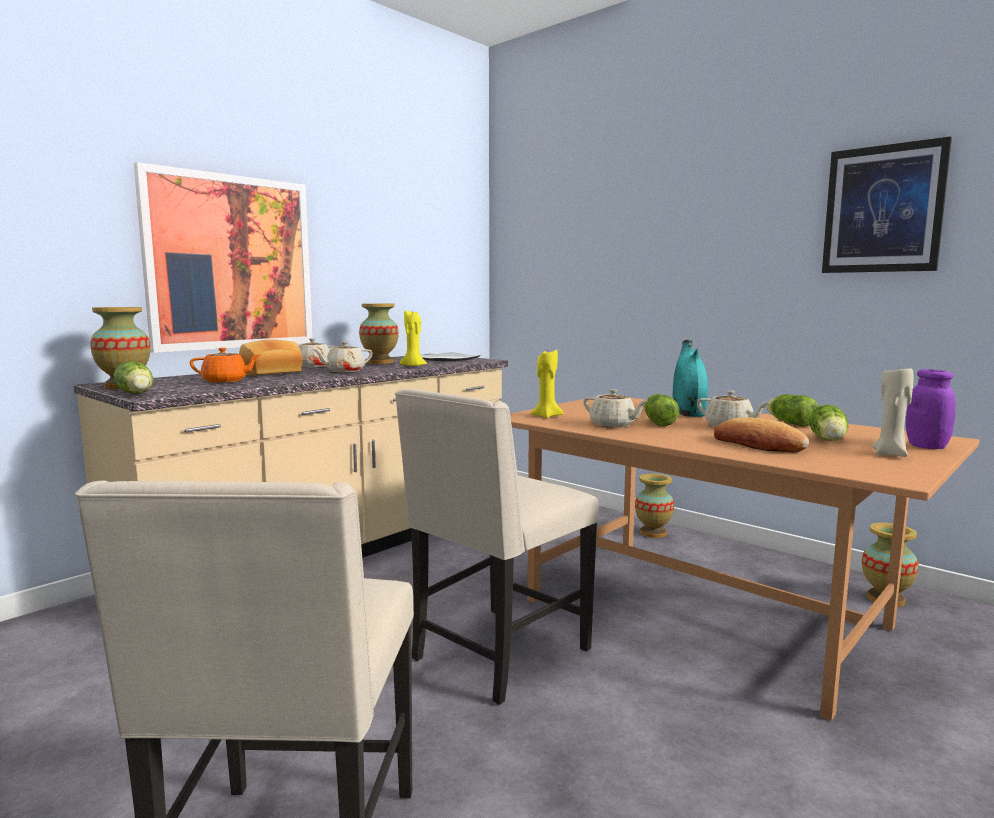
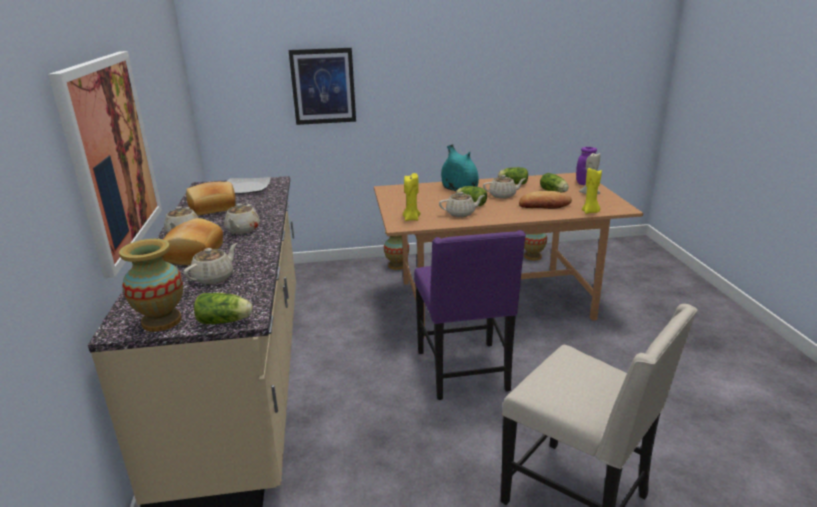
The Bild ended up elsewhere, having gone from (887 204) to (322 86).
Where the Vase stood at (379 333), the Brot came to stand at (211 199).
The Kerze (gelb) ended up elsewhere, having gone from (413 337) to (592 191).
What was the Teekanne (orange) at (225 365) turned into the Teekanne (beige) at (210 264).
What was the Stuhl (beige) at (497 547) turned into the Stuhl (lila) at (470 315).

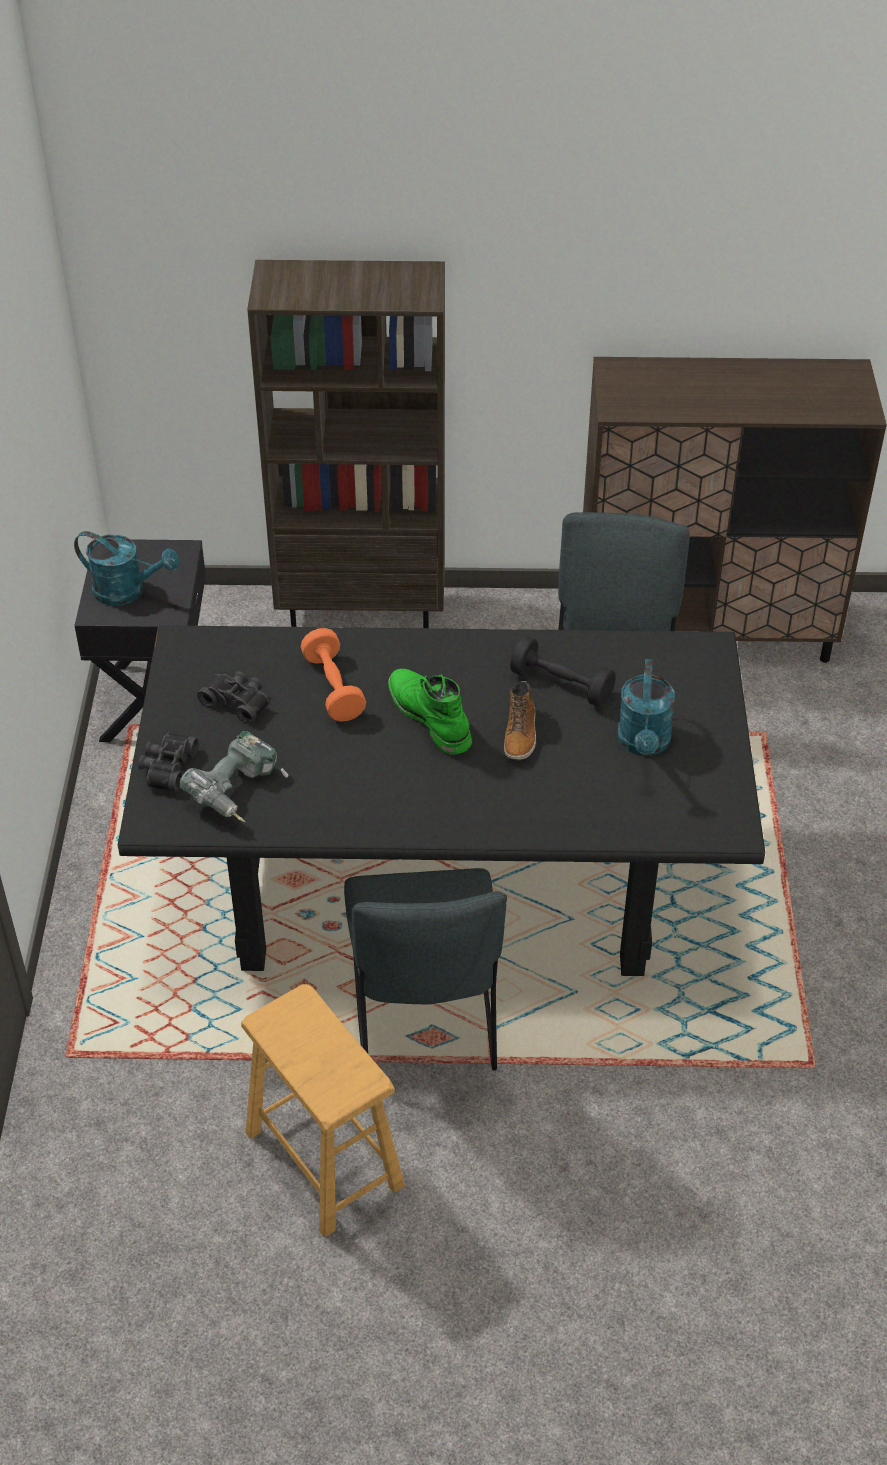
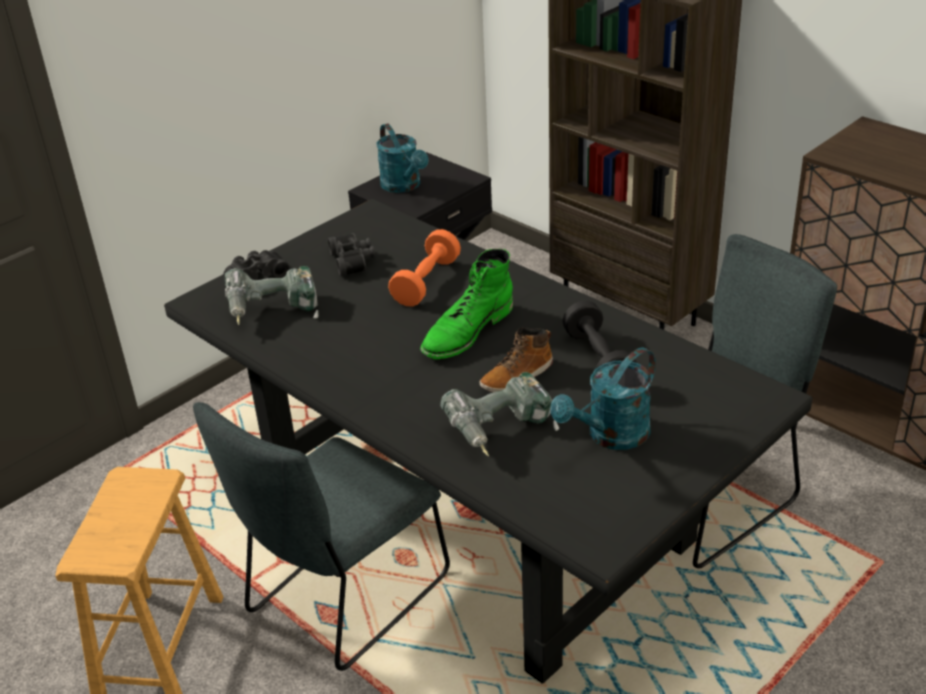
The Stiefel (grün) at (430 711) ended up facing another way, 150 degrees counterclockwise from before.
The second view gained the Bohrmaschine at (499 414).

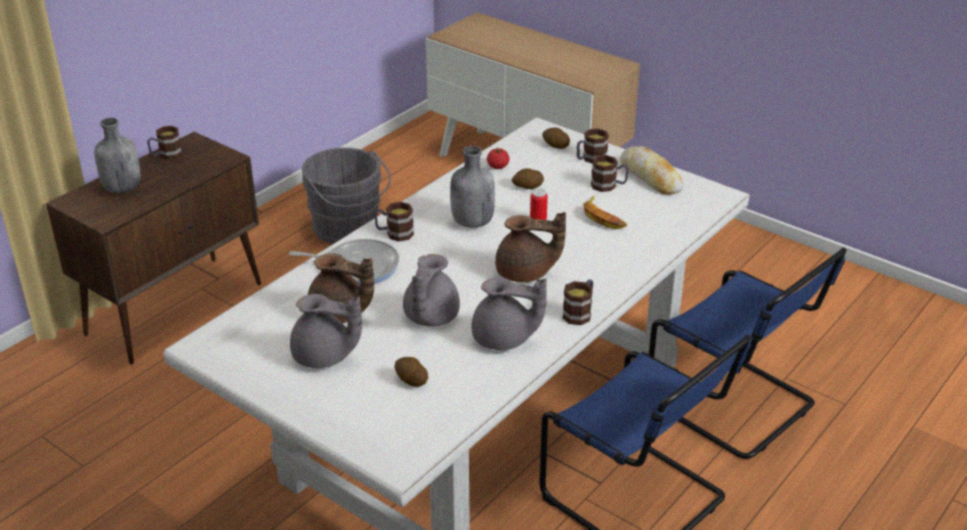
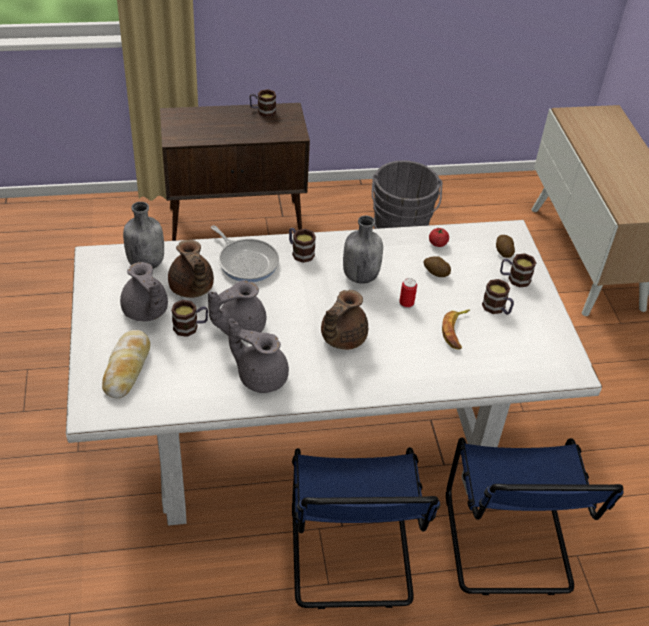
The Flasche (grau) ended up elsewhere, having gone from (117 155) to (143 235).
The Brot ended up elsewhere, having gone from (651 170) to (126 364).
The Teekanne (braun) at (530 247) ended up facing another way, 75 degrees clockwise from before.
The Teekanne (grau) at (509 313) ended up facing another way, 150 degrees clockwise from before.
The Henkelbecher ended up elsewhere, having gone from (578 302) to (189 318).
The second view lost the Kartoffel at (411 372).

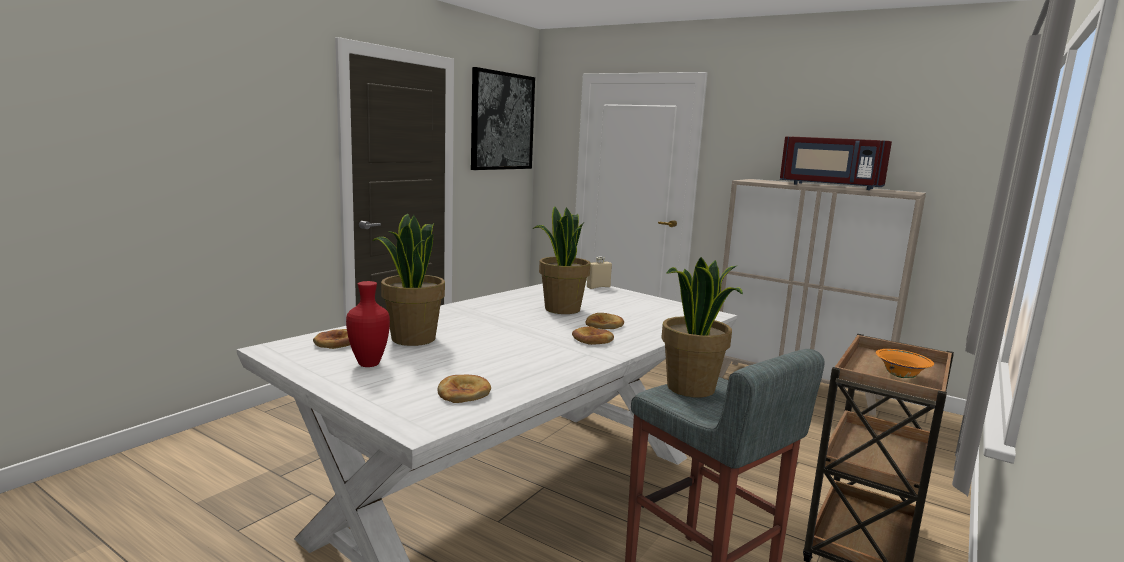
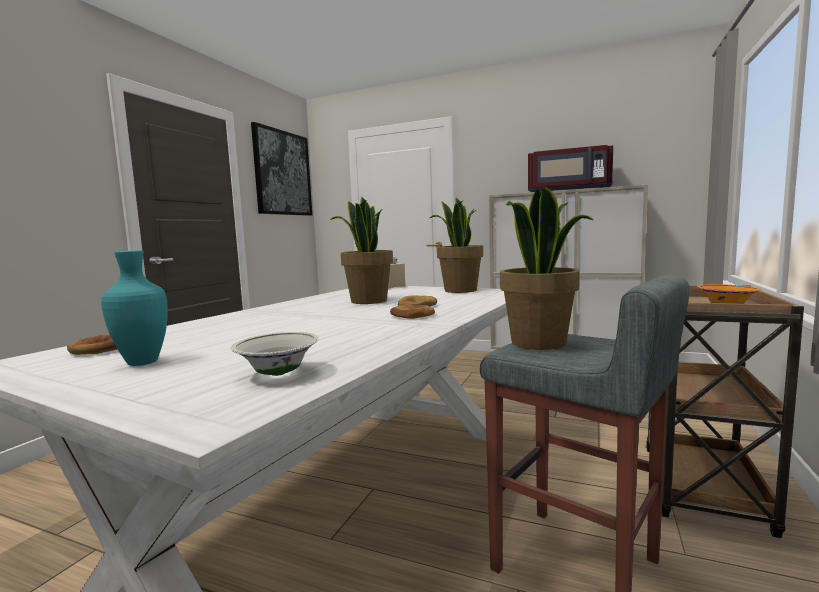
The Topfpflanze ended up elsewhere, having gone from (408 280) to (456 245).
What was the Vase (rot) at (368 324) turned into the Vase (türkis) at (134 308).
Where the Brot stood at (464 389), the Schüssel (weiß) came to stand at (274 354).

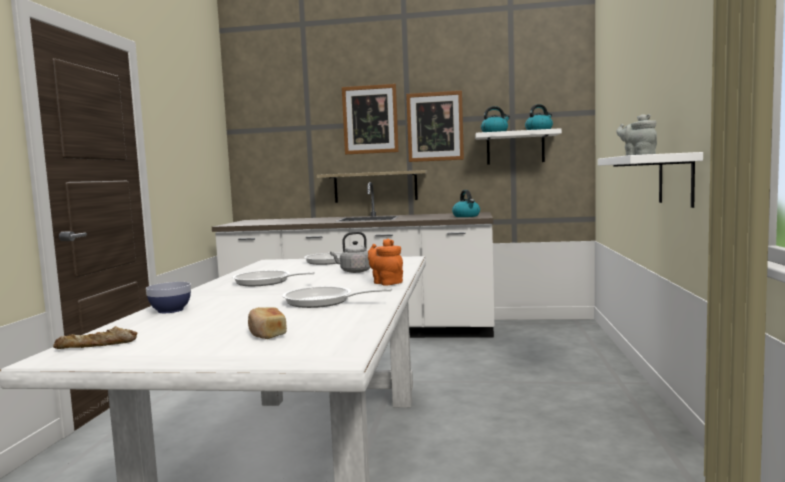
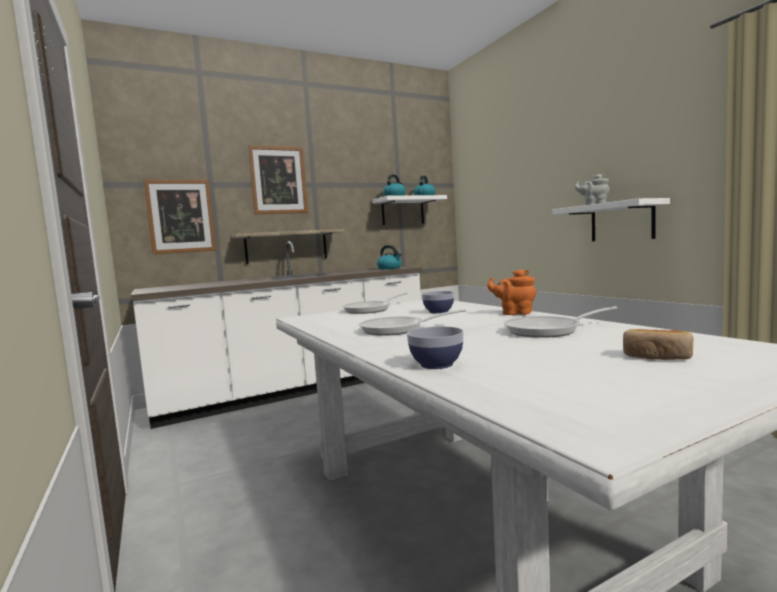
The Bild ended up elsewhere, having gone from (435 126) to (180 216).
Where the Wasserkessel (grau) stood at (350 252), the Schüssel came to stand at (438 302).
The second view lost the Brot at (95 337).

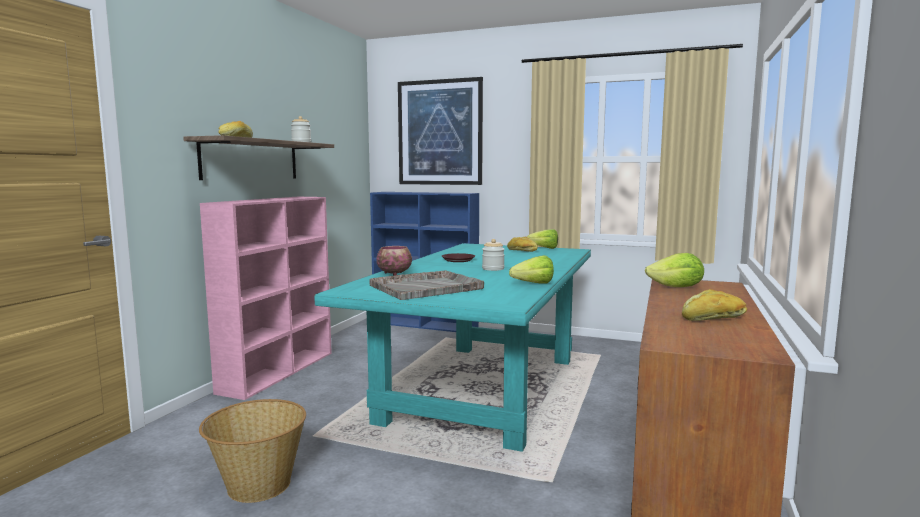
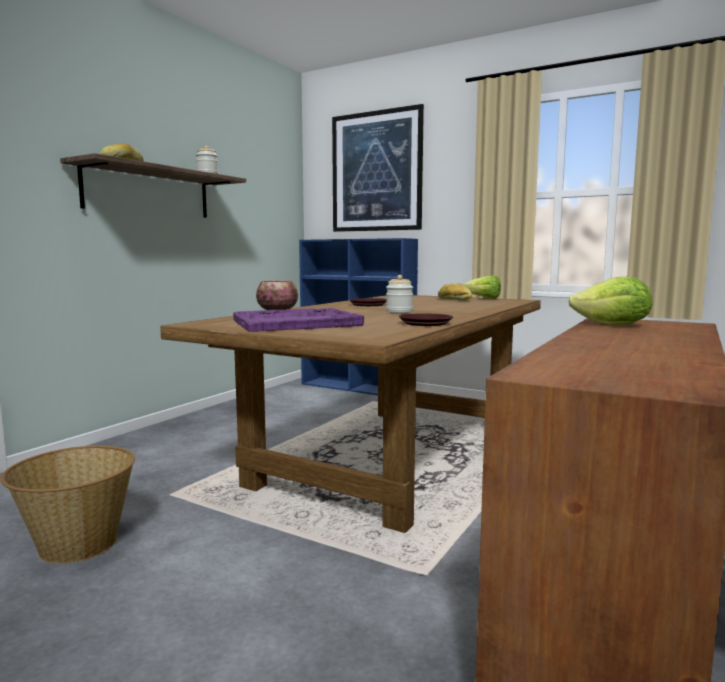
The second view lost the Bücherregal (rosa) at (266 298).
What was the Esstisch (türkis) at (452 347) turned into the Esstisch (braun) at (350 414).
Where the Salatkopf stood at (531 269), the Teller (braun) came to stand at (426 319).
What was the Tablett (grau) at (426 285) turned into the Tablett (lila) at (298 320).
The second view lost the Brot at (714 305).

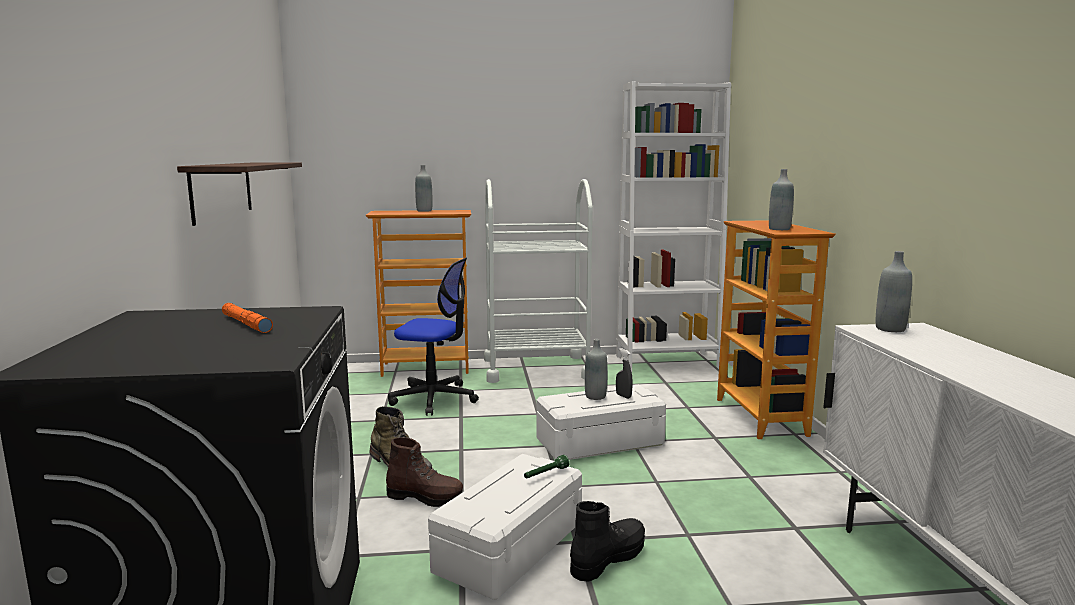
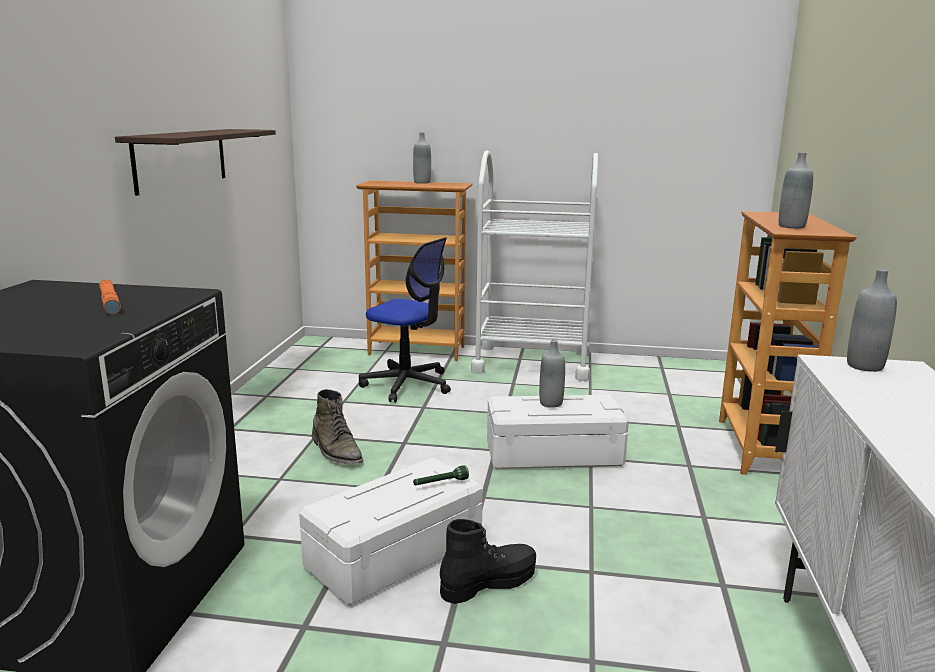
The second view lost the Bücherregal (weiß) at (673 226).
The second view lost the Sprühflasche (grau) at (624 373).
The second view lost the Stiefel (braun) at (424 472).

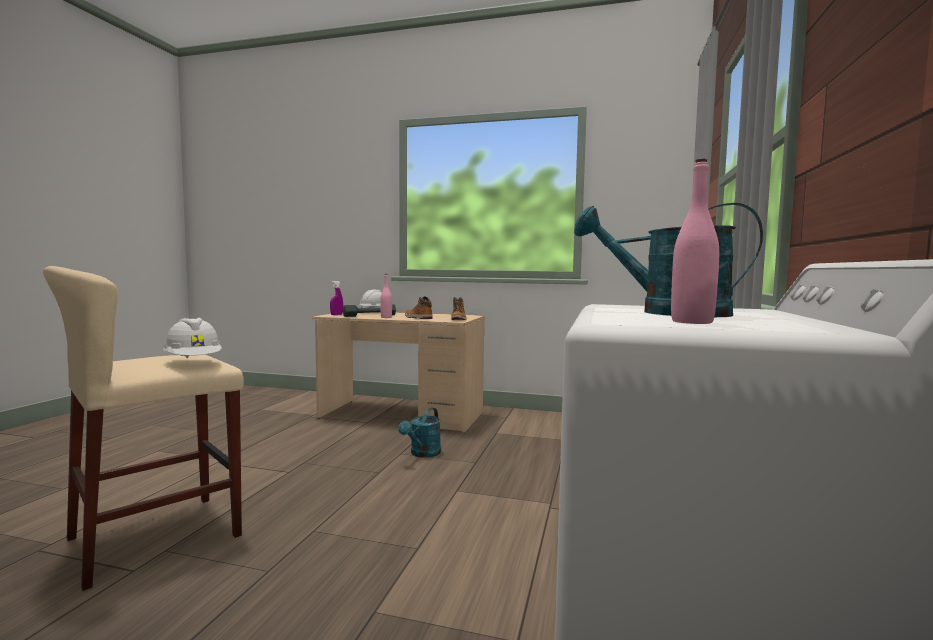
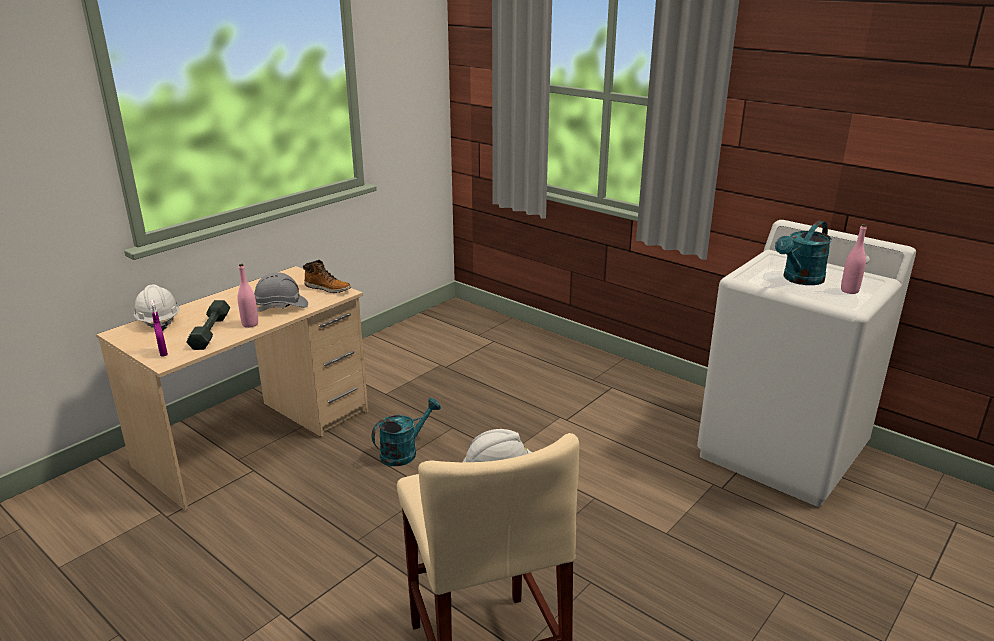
Where the Stiefel stood at (419 307), the Schutzhelm (grau) came to stand at (281 292).
The Gießkanne (türkis) at (419 432) ended up facing another way, 90 degrees counterclockwise from before.

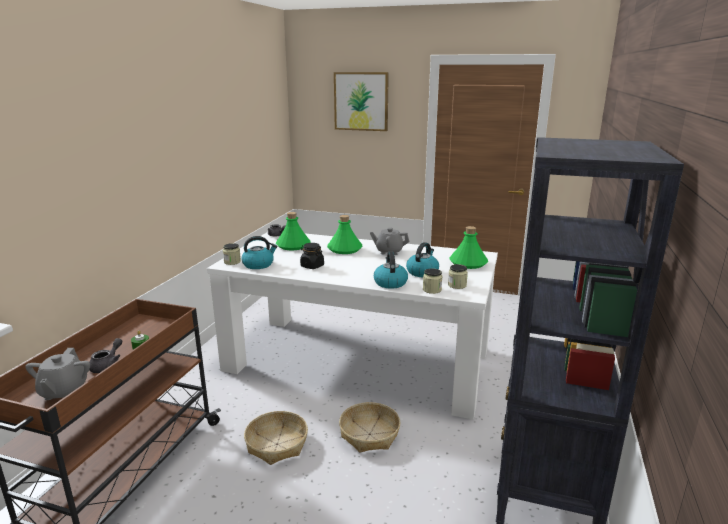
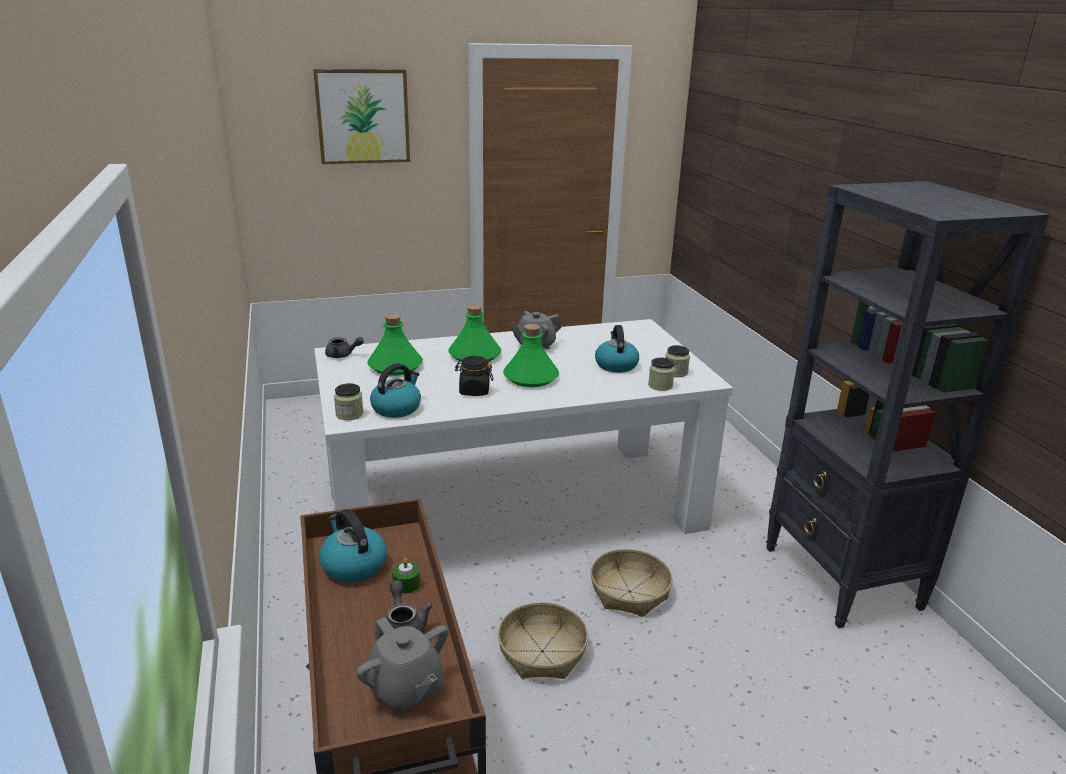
The Flasche (grün) ended up elsewhere, having gone from (468 247) to (531 355).
The Wasserkessel ended up elsewhere, having gone from (391 270) to (353 545).

